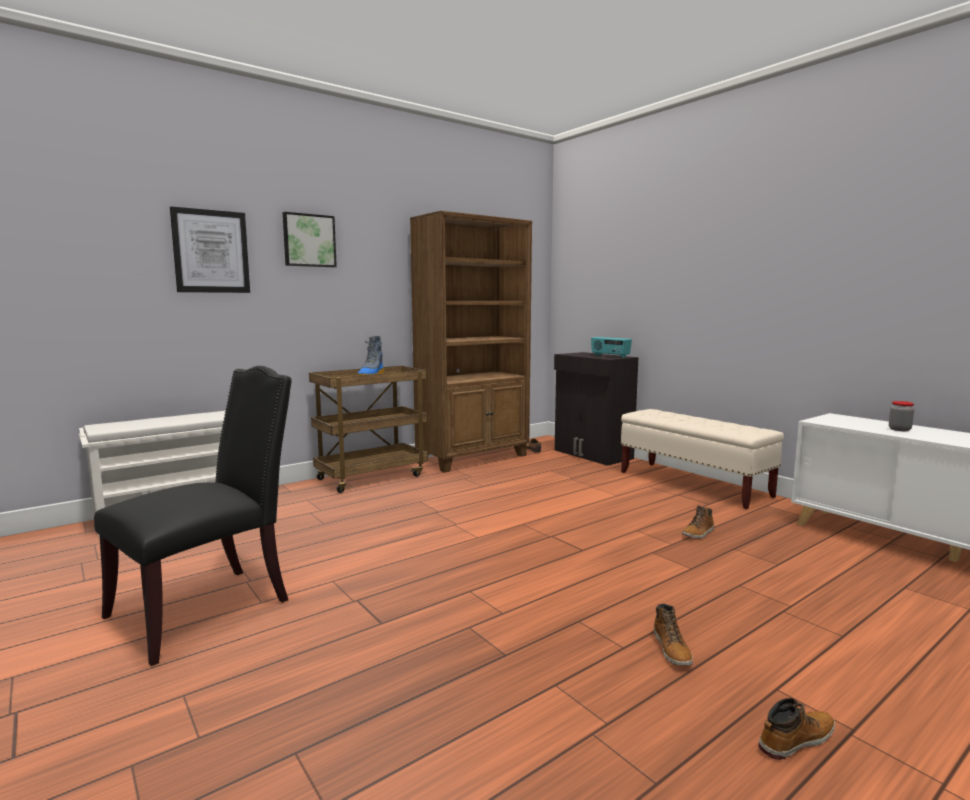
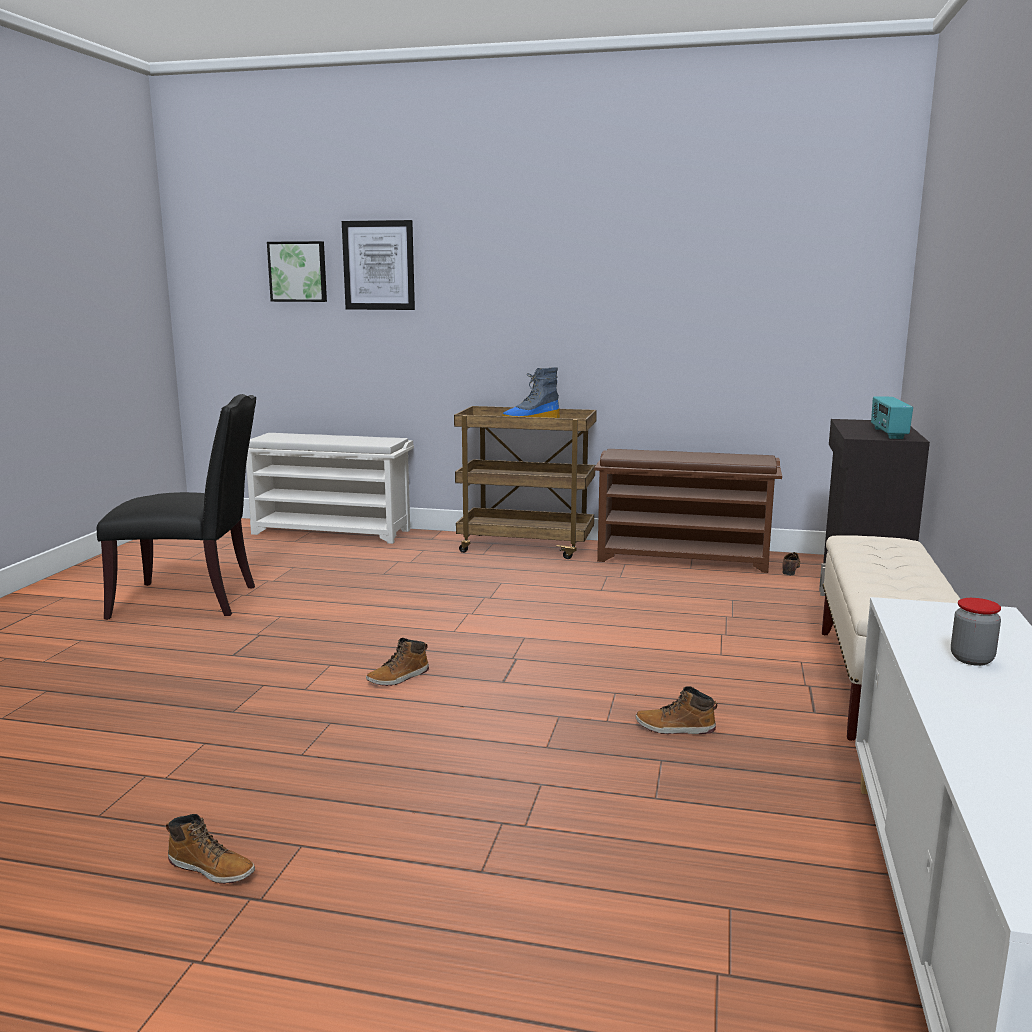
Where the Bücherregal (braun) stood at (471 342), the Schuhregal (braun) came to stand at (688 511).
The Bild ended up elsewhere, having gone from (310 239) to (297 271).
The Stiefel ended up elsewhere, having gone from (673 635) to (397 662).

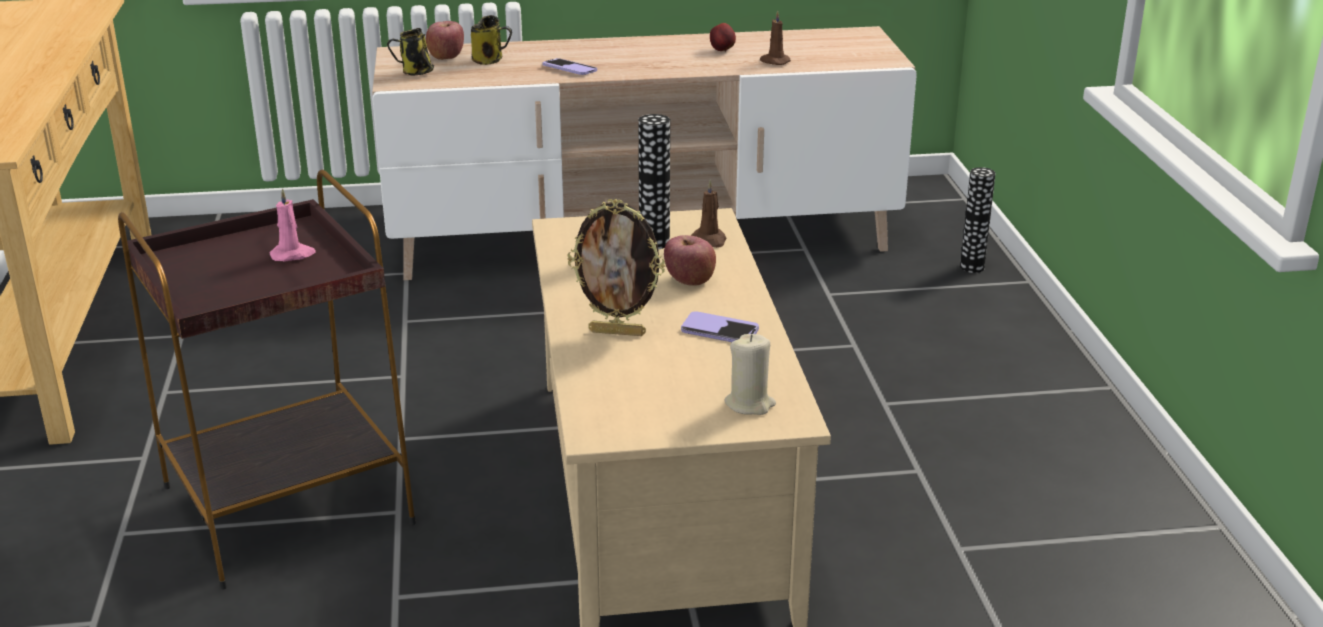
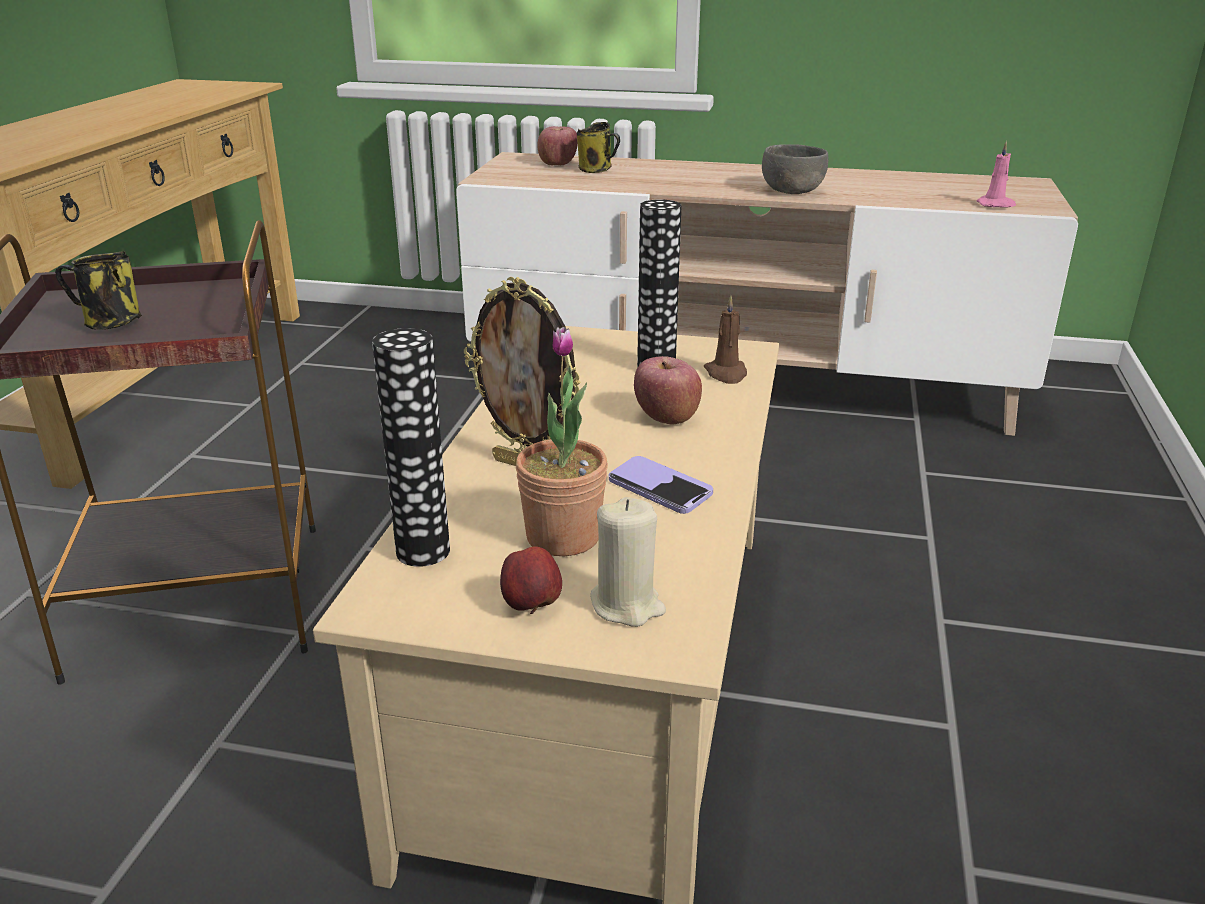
The second view lost the Kerze (braun) at (775 37).
The Apfel ended up elsewhere, having gone from (723 37) to (531 580).
The Henkelbecher ended up elsewhere, having gone from (410 52) to (98 290).
The second view lost the Handy at (570 66).
The Vase ended up elsewhere, having gone from (978 220) to (411 447).
The Kerze (rosa) ended up elsewhere, having gone from (293 224) to (996 174).
The second view gained the Schüssel (grau) at (795 169).
The second view gained the Topfpflanze at (562 441).

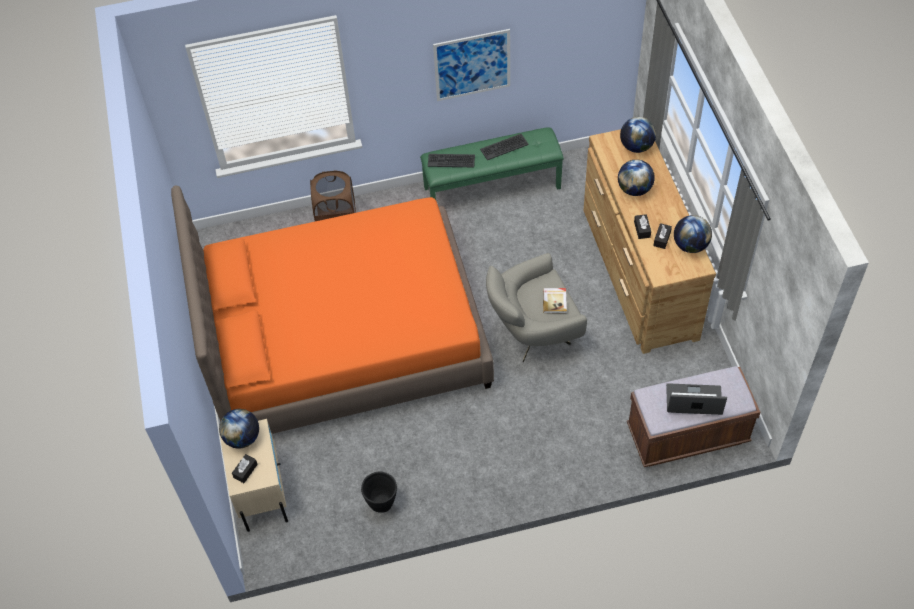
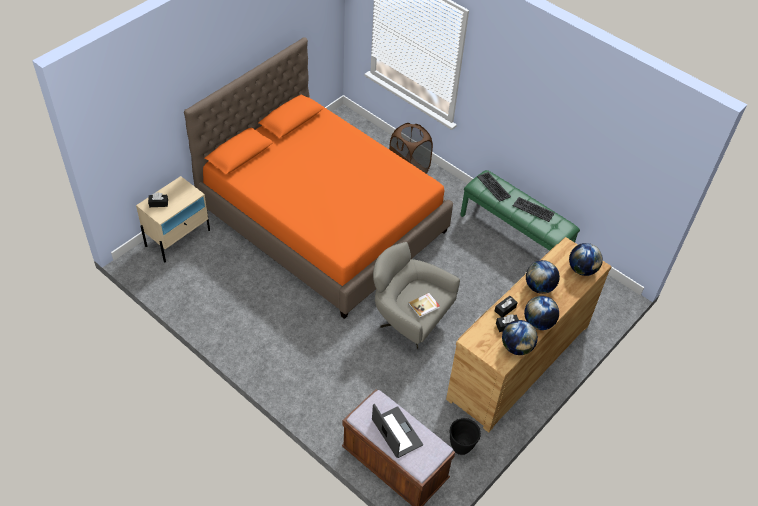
The second view lost the Bild at (471 65).
The Globus ended up elsewhere, having gone from (239 428) to (541 313).
The Pflanzkübel (schwarz) ended up elsewhere, having gone from (379 492) to (465 436).

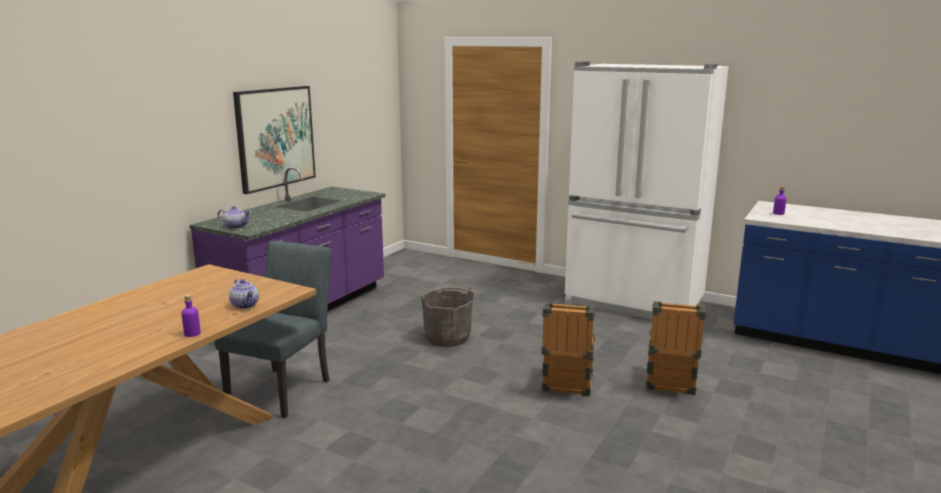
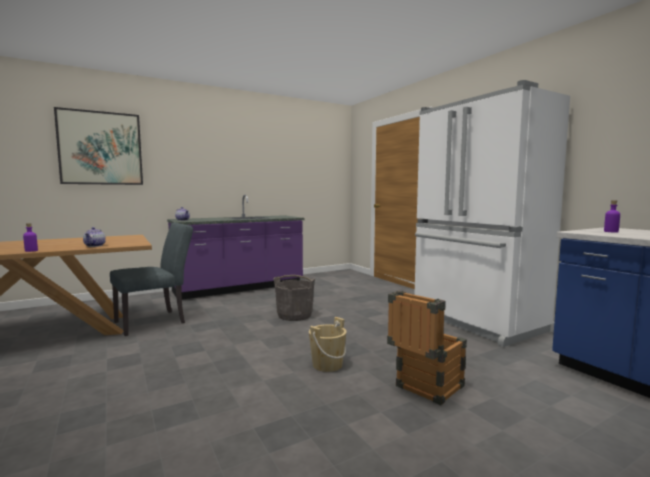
The Bild ended up elsewhere, having gone from (274 140) to (98 146).
Where the Kiste stood at (568 349), the Eimer (beige) came to stand at (328 344).

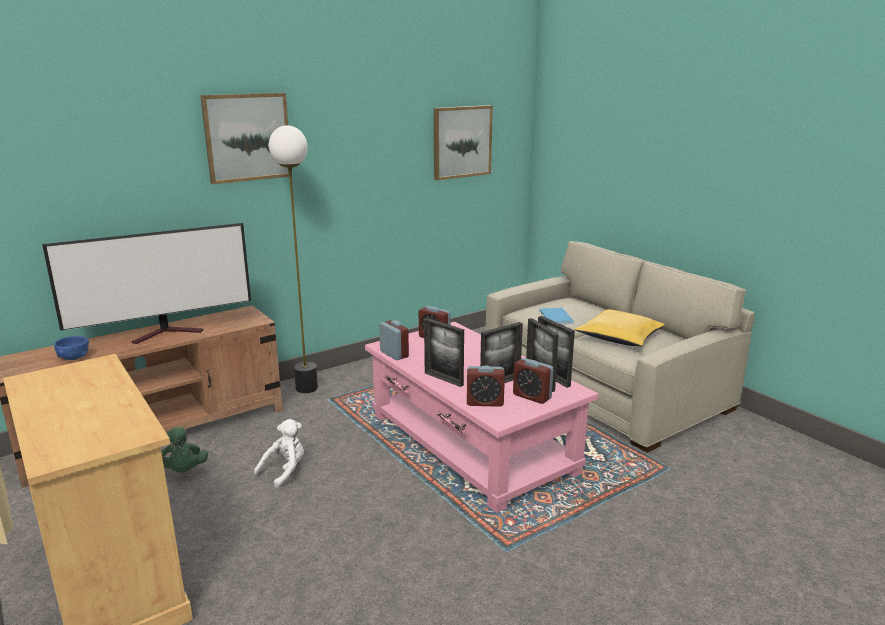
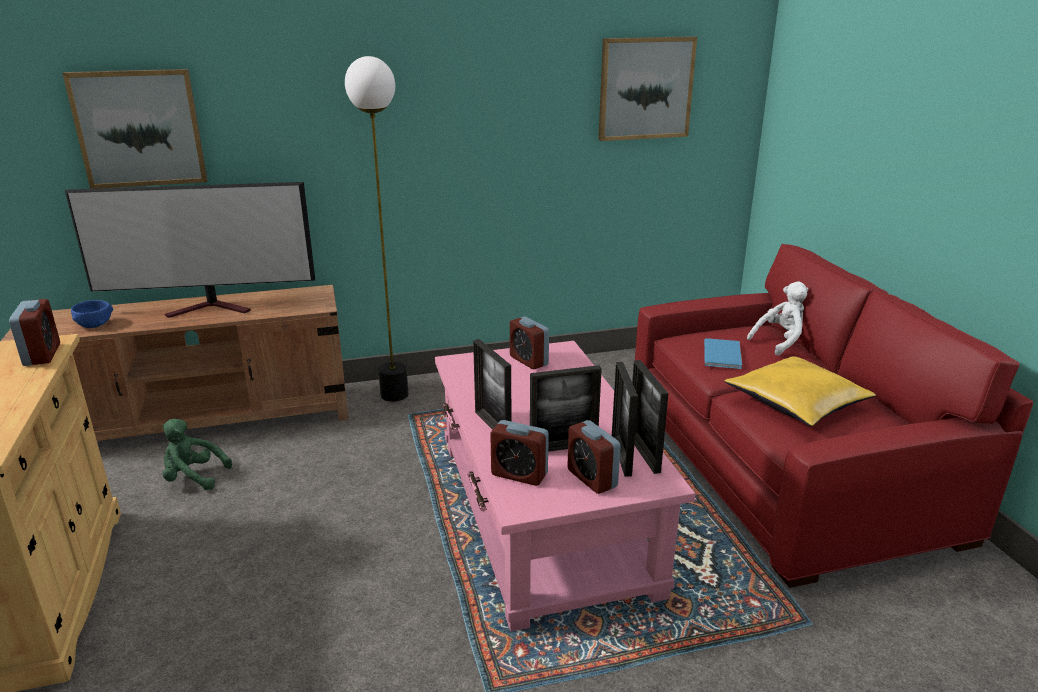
The Bild ended up elsewhere, having gone from (246 138) to (135 129).
What was the Sofa (beige) at (620 347) turned into the Sofa (rot) at (834 416).
The Wecker ended up elsewhere, having gone from (394 340) to (34 332).
The Plüschtier (weiß) ended up elsewhere, having gone from (279 454) to (777 318).
The Plüschtier (grün) at (184 449) ended up facing another way, 105 degrees clockwise from before.

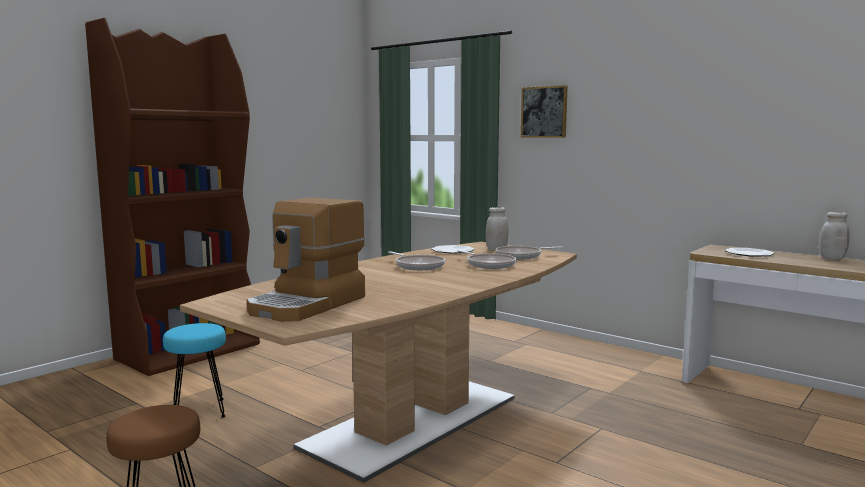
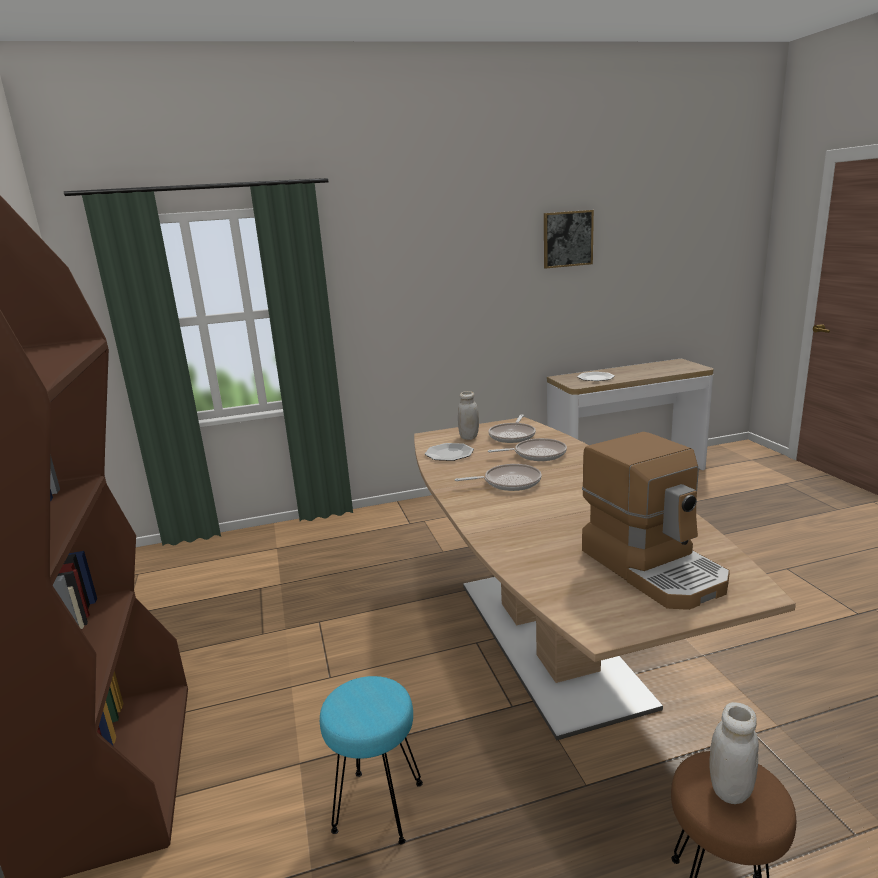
The Bild ended up elsewhere, having gone from (544 111) to (569 239).
The Vorratsglas (weiß) ended up elsewhere, having gone from (834 236) to (734 753).

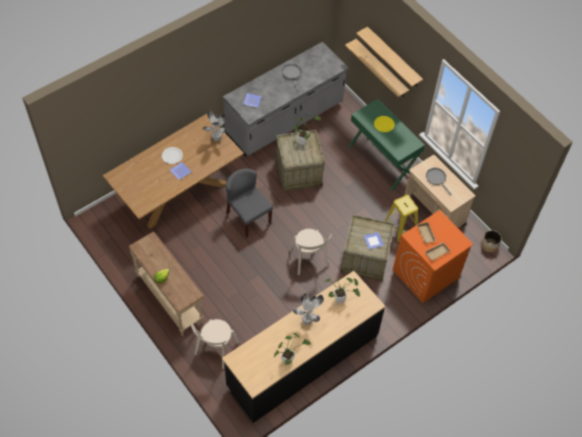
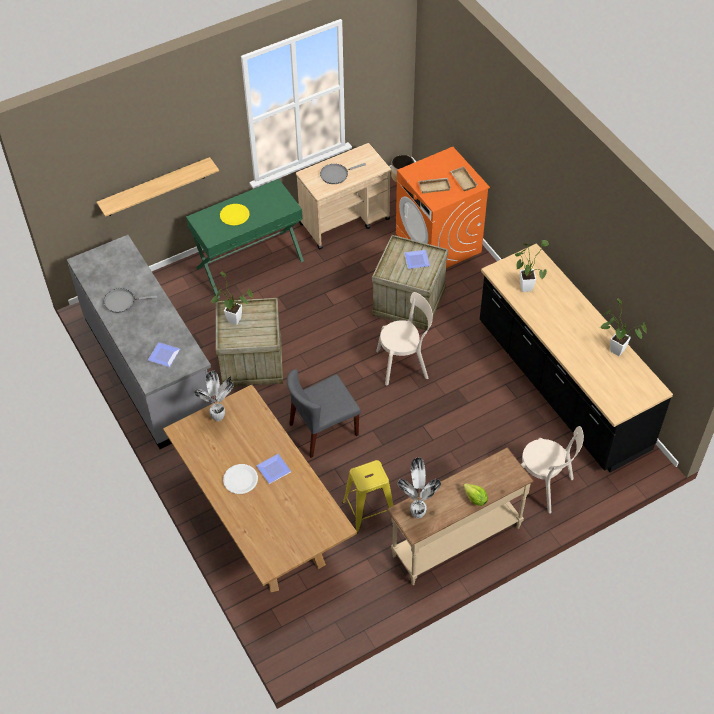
The second view lost the Wandregal at (389 57).
The Hocker (gelb) ended up elsewhere, having gone from (401 219) to (367 496).
The Topfpflanze ended up elsewhere, having gone from (308 309) to (419 487).

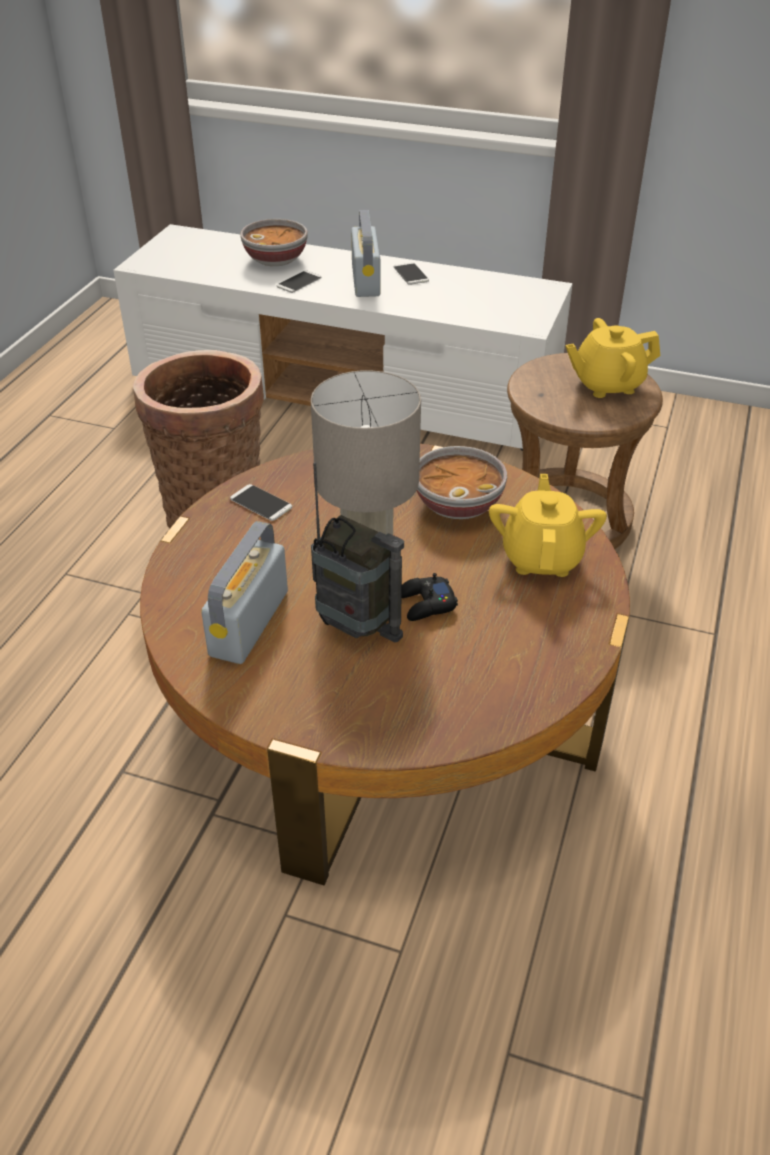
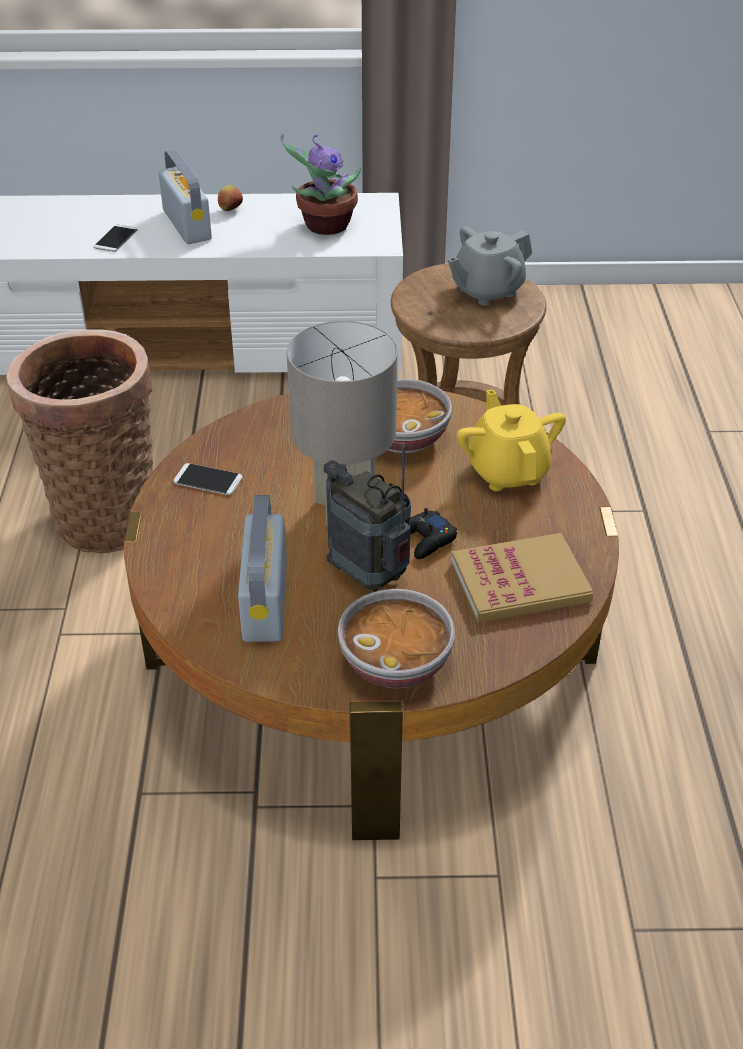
The Schüssel ended up elsewhere, having gone from (274 242) to (396 638).
Where the Handy stood at (411 273), the Apfel came to stand at (230 198).
What was the Teekanne (gelb) at (613 358) turned into the Teekanne (grau) at (490 266).
The Radio at (357 552) ended up facing another way, 150 degrees counterclockwise from before.
The second view gained the Topfpflanze at (320 184).
The second view gained the Buch at (522 578).

